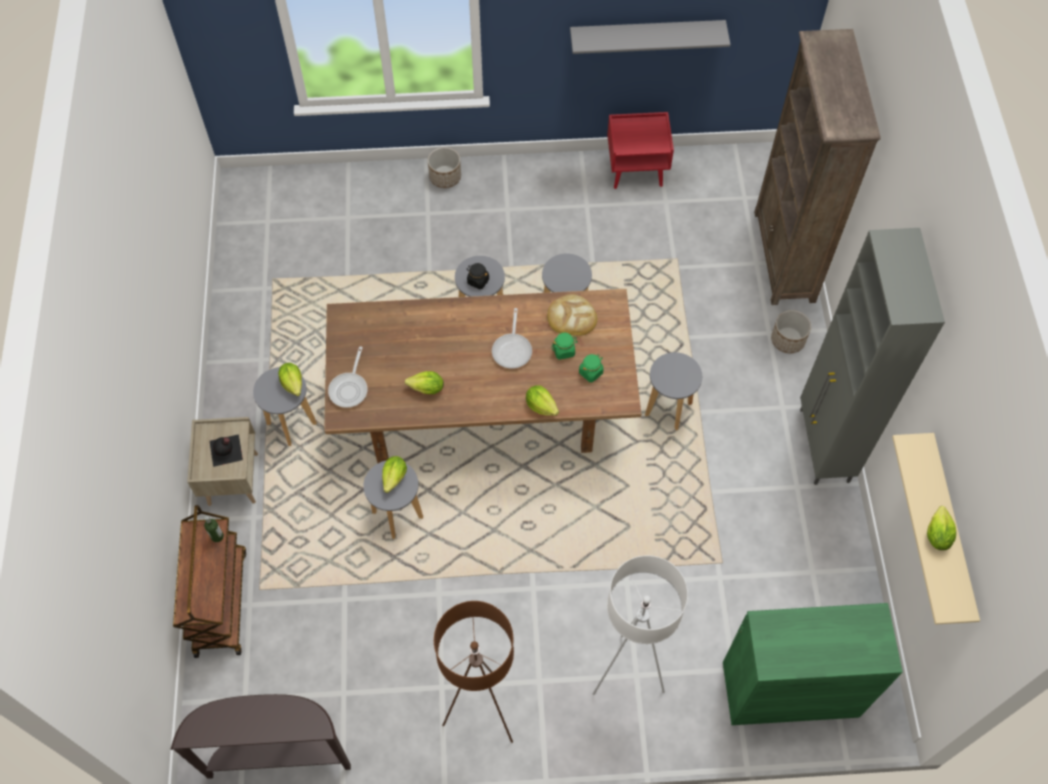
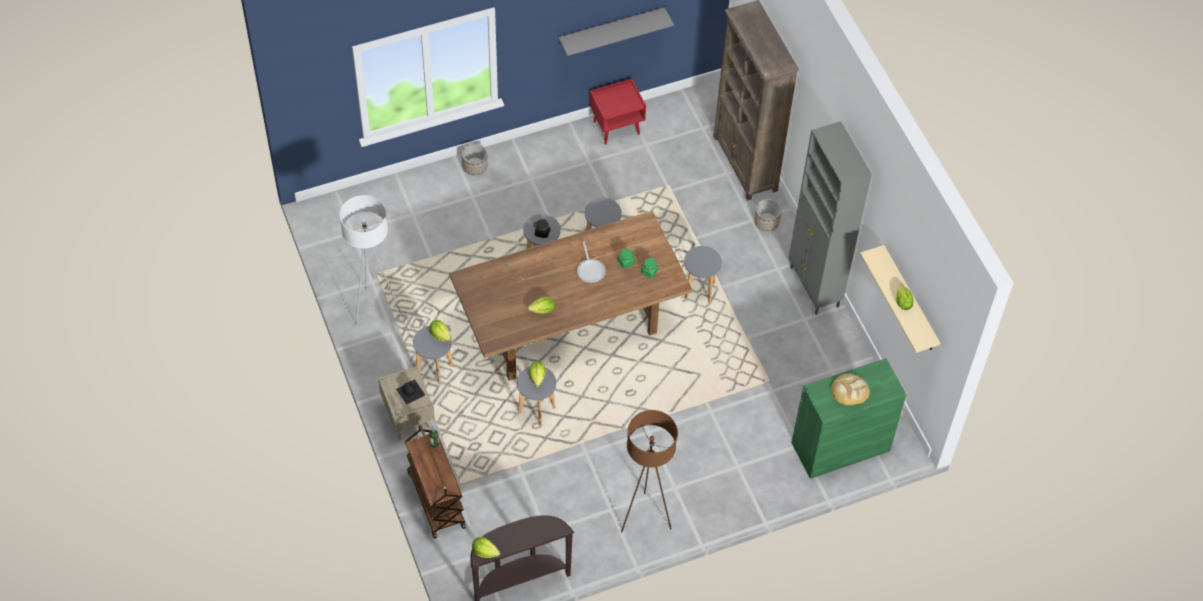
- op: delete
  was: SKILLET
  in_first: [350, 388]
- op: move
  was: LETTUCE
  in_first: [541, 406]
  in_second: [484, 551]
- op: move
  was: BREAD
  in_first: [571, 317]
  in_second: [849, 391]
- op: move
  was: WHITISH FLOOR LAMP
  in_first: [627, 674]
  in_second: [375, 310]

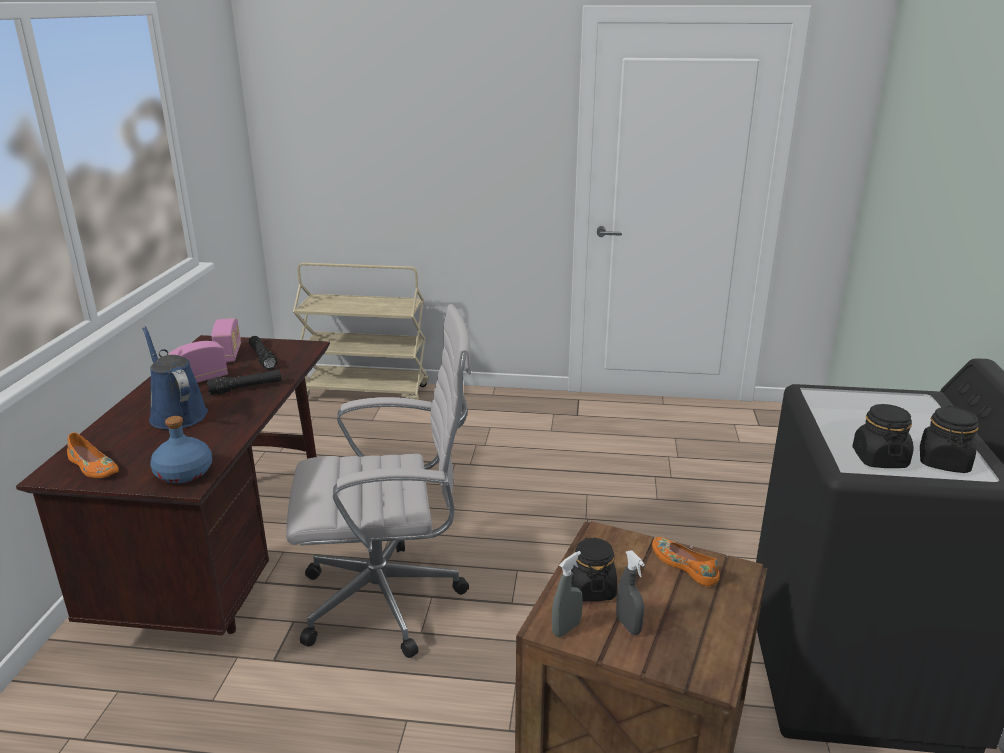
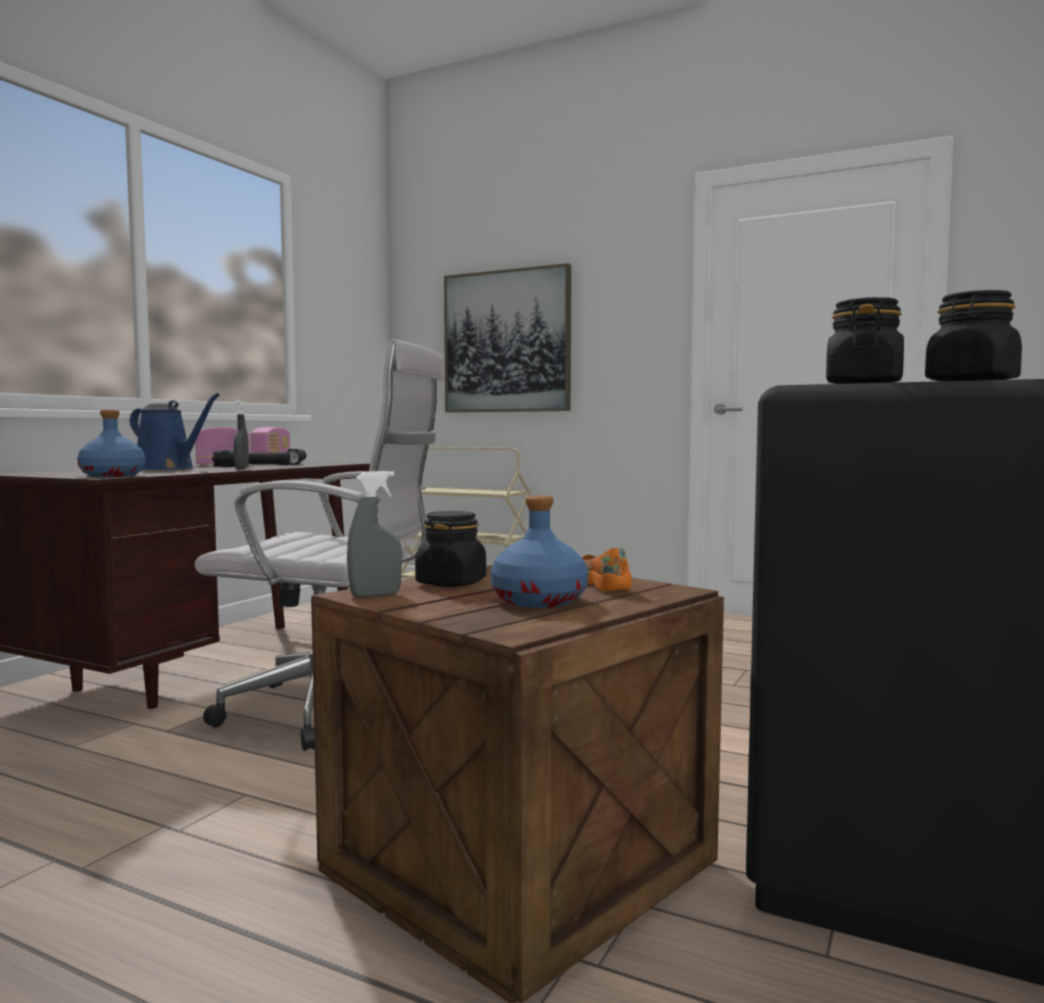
- op: delete
  was: ORANGE ITEM OF FOOTWEAR
  in_first: [93, 467]
- op: rotate
  was: BLUISH SPRINKLING CAN
  in_first: [176, 414]
  in_second: [168, 468]
  clockwise: 135
- op: move
  was: GREY SPRAY BOTTLE
  in_first: [628, 625]
  in_second: [241, 469]
- op: insert
  now: WALL ART
  in_second: [507, 341]
- op: insert
  now: BLUISH BEVERAGE BOTTLE
  in_second: [540, 601]

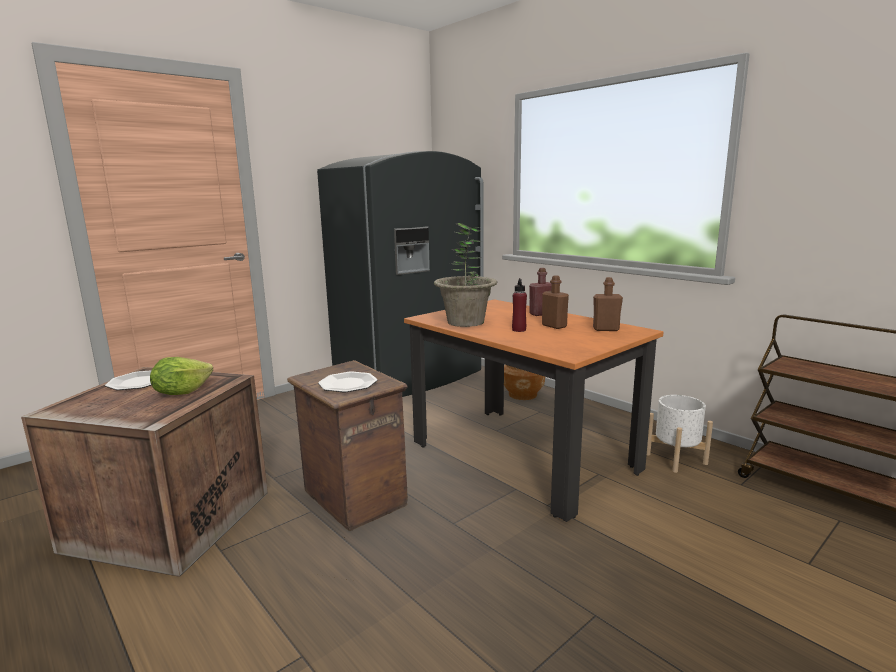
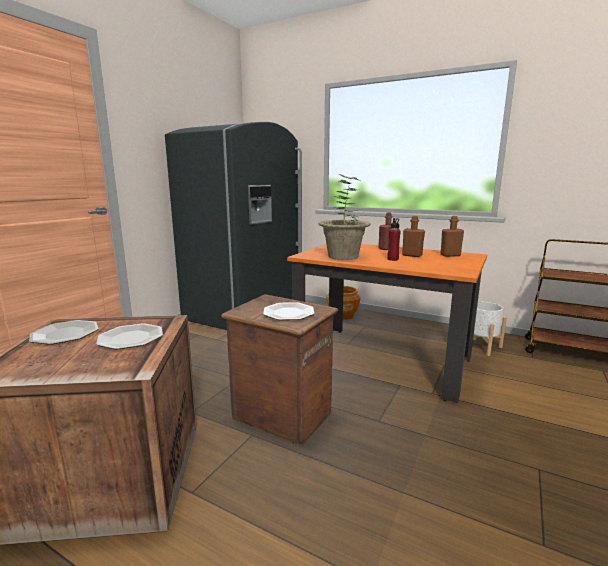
- op: replace
  was: LETTUCE
  now: DINNER PLATE
  in_first: [181, 392]
  in_second: [130, 338]

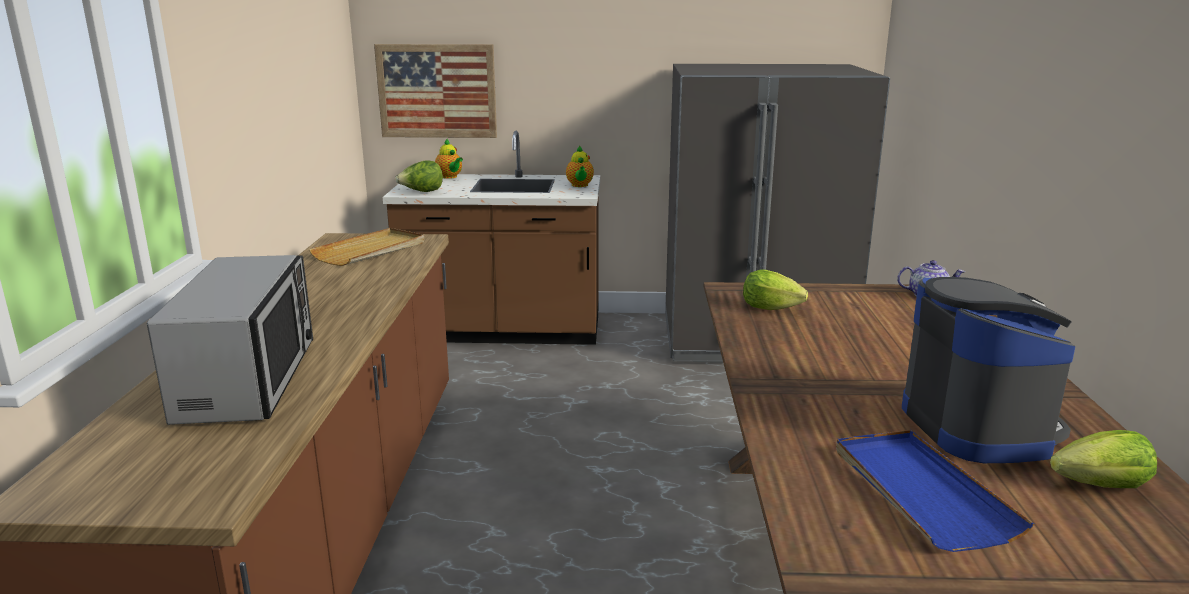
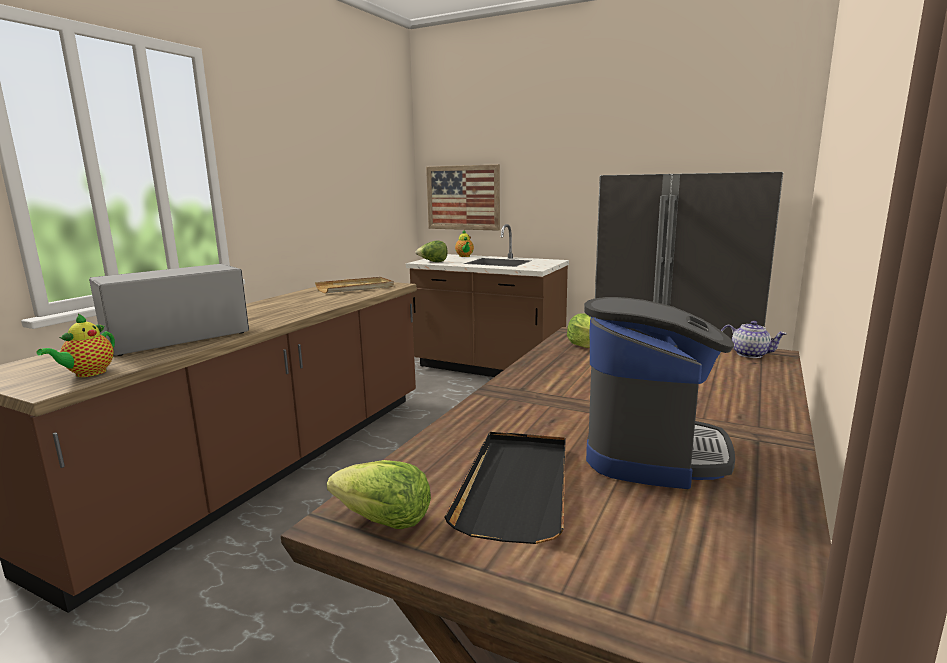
- op: rotate
  was: KITCHEN MICROWAVE
  in_first: [249, 379]
  in_second: [177, 338]
  clockwise: -150
- op: move
  was: POT FOR TEA
  in_first: [580, 185]
  in_second: [88, 374]
- op: recolor
  was: BLUISH TRAY
  now: BLACK TRAY
  in_first: [920, 492]
  in_second: [516, 486]
- op: move
  was: LETTUCE
  in_first: [1101, 486]
  in_second: [384, 521]

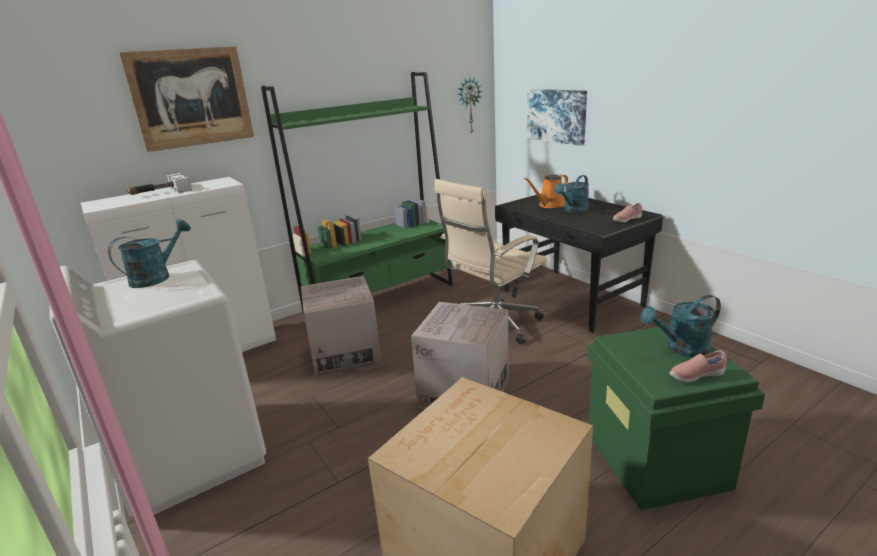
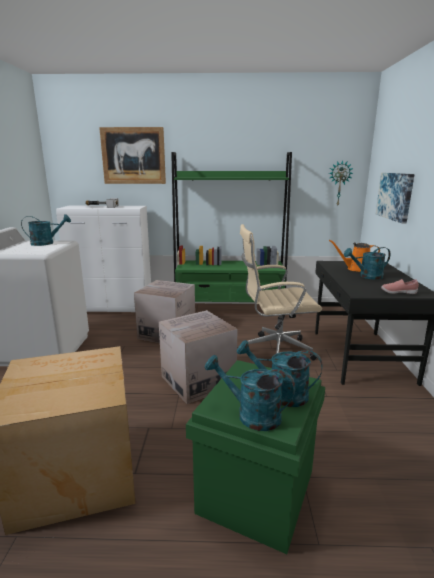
- op: replace
  was: PINK-COLOURED ITEM OF FOOTWEAR
  now: BLUE-GREEN SPRINKLING CAN
  in_first: [696, 376]
  in_second: [251, 415]

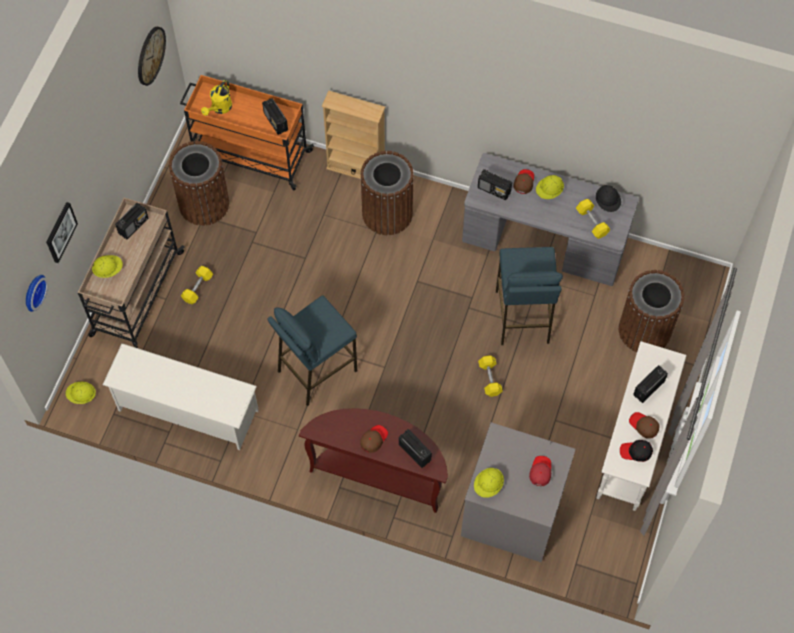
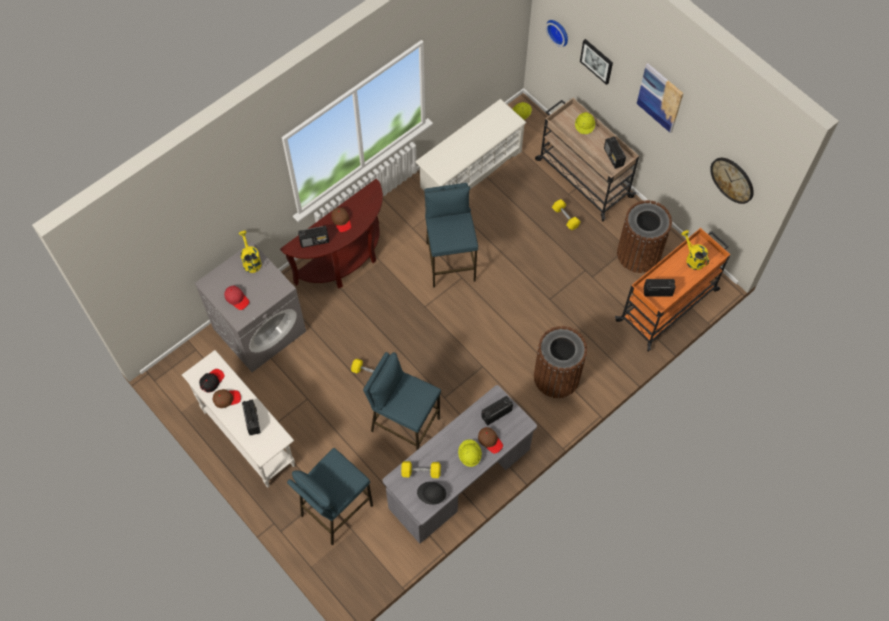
- op: delete
  was: SAND-COLOURED BOOKSHELF
  in_first: [356, 169]
- op: replace
  was: YELLOW-COLOURED SAFETY HELMET
  now: YELLOW-COLOURED SPRINKLING CAN
  in_first: [488, 485]
  in_second: [251, 260]
- op: replace
  was: BROWNISH RUBBISH BIN
  now: BLUISH SITTING STOOL
  in_first: [644, 330]
  in_second: [336, 510]
- op: insert
  now: WALL ART
  in_second: [660, 97]

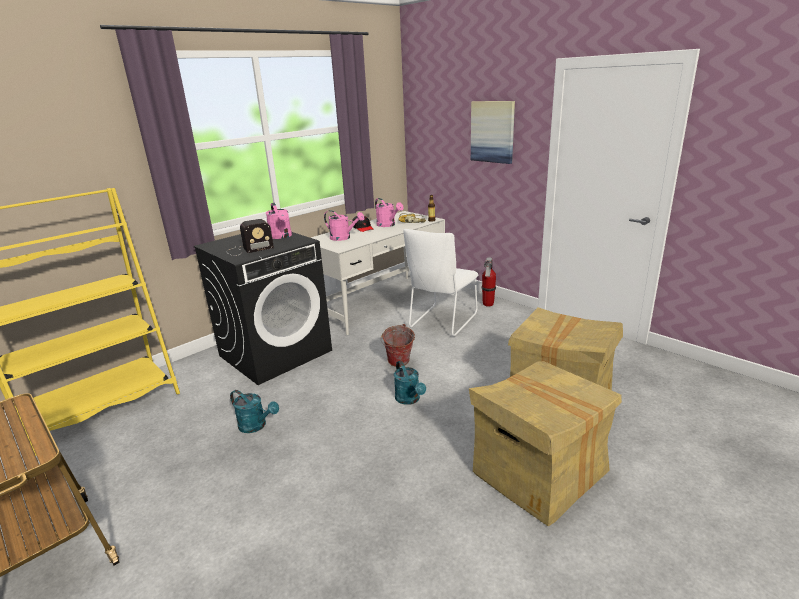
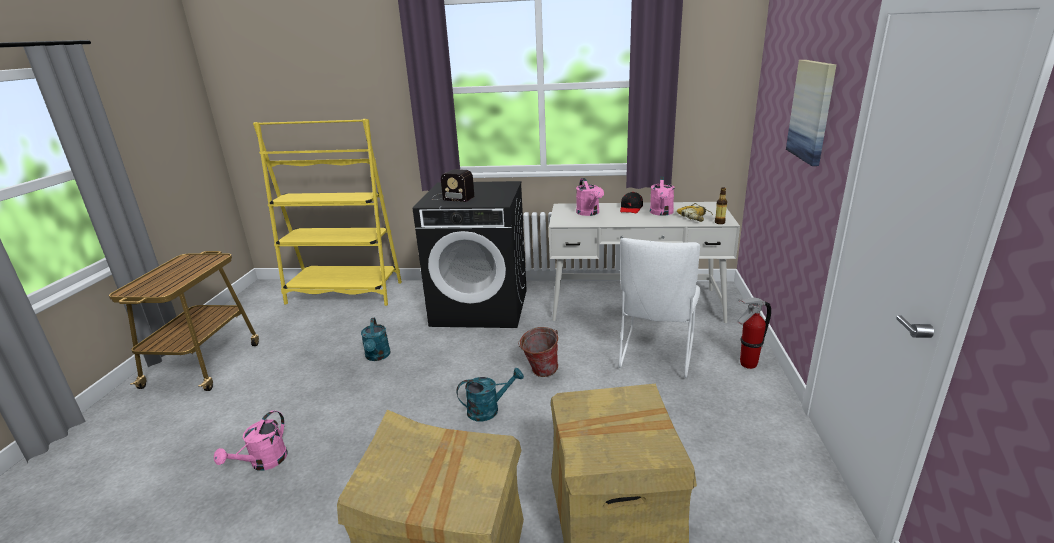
- op: move
  was: PINK-COLOURED SPRINKLING CAN
  in_first: [281, 236]
  in_second: [264, 463]
- op: rotate
  was: BLUE-GREEN SPRINKLING CAN
  in_first: [409, 399]
  in_second: [489, 410]
  clockwise: -135
- op: rotate
  was: WHITISH UPRIGHT CHAIR
  in_first: [442, 322]
  in_second: [656, 355]
  clockwise: -60

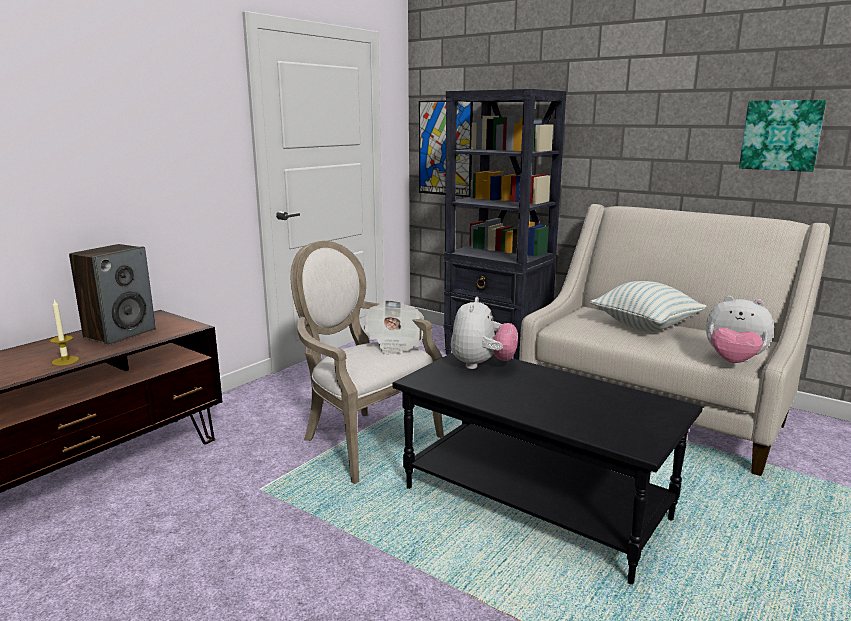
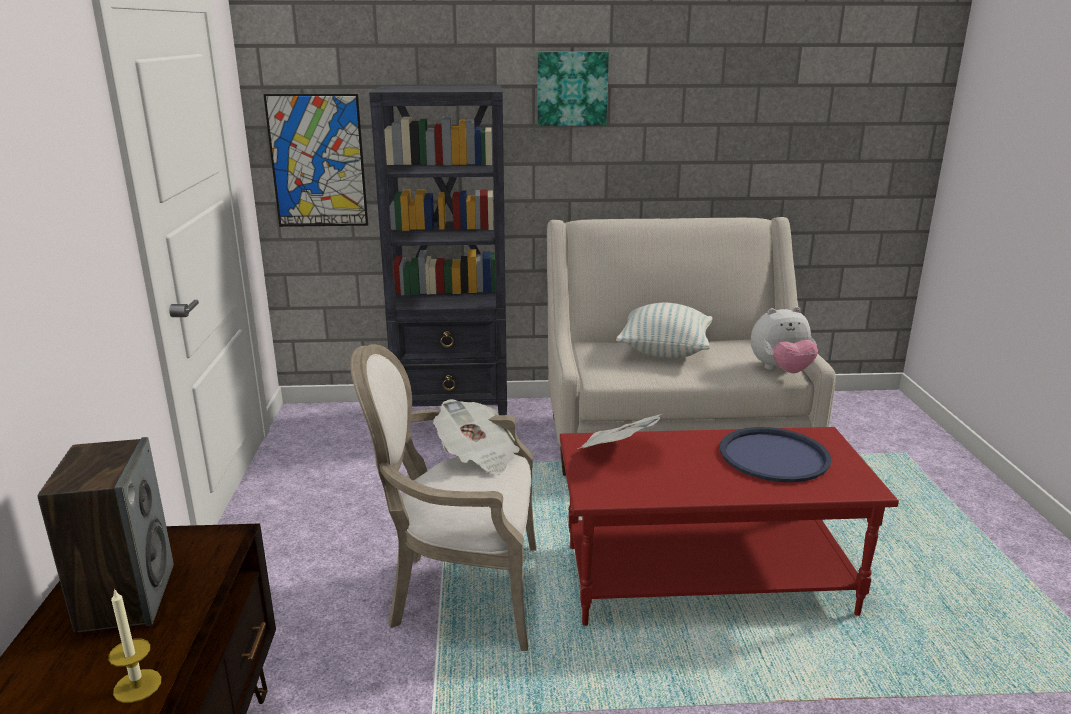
- op: recolor
  was: BLACK COFFEE TABLE
  now: REDDISH COFFEE TABLE
  in_first: [536, 502]
  in_second: [706, 578]
- op: replace
  was: CUDDLY TOY
  now: DAILY PAPER
  in_first: [482, 365]
  in_second: [618, 451]
- op: move
  was: WALL ART
  in_first: [781, 135]
  in_second: [572, 88]
- op: insert
  now: BLUISH TRAY
  in_second: [773, 456]

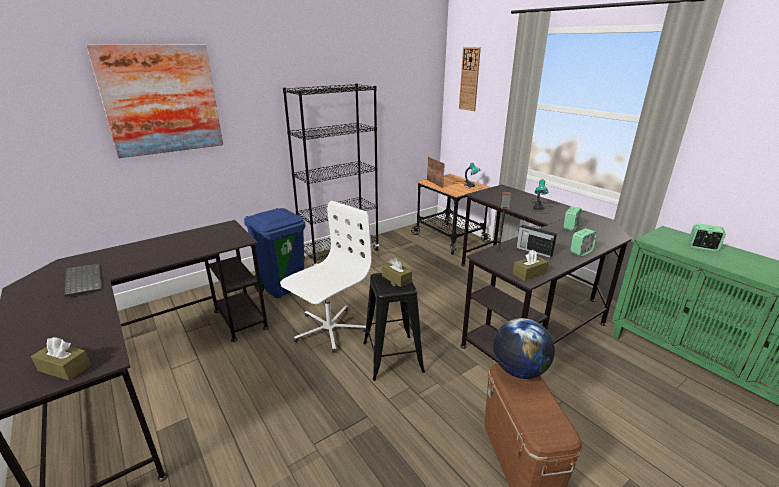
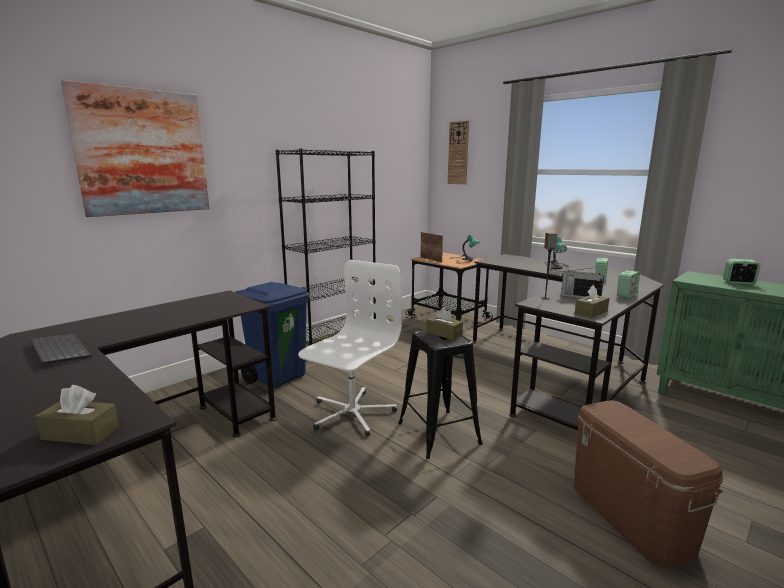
- op: delete
  was: DESK GLOBE
  in_first: [518, 370]

